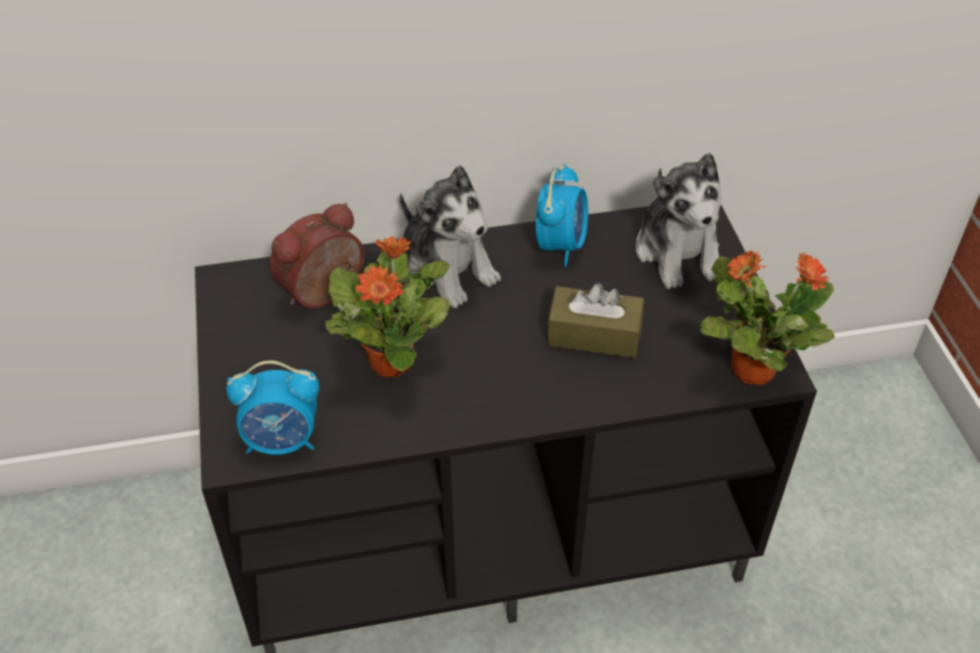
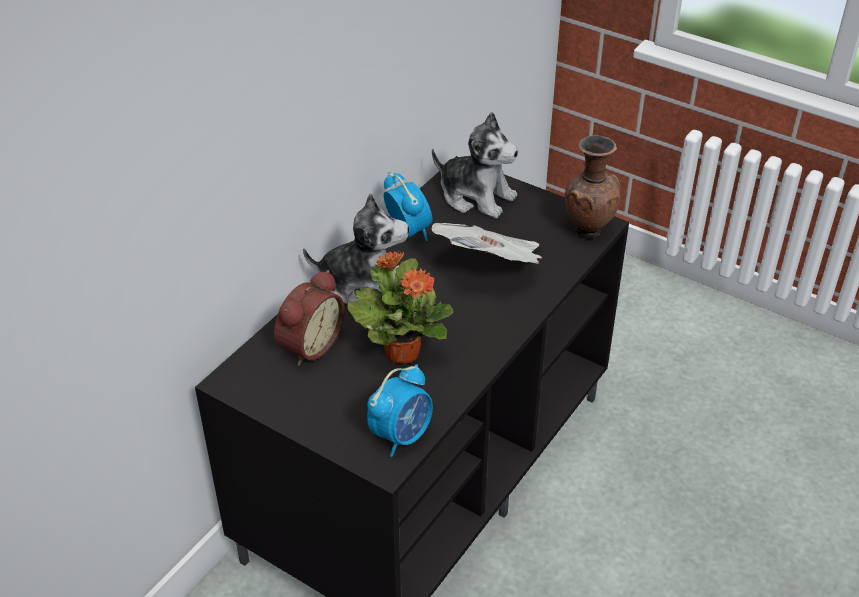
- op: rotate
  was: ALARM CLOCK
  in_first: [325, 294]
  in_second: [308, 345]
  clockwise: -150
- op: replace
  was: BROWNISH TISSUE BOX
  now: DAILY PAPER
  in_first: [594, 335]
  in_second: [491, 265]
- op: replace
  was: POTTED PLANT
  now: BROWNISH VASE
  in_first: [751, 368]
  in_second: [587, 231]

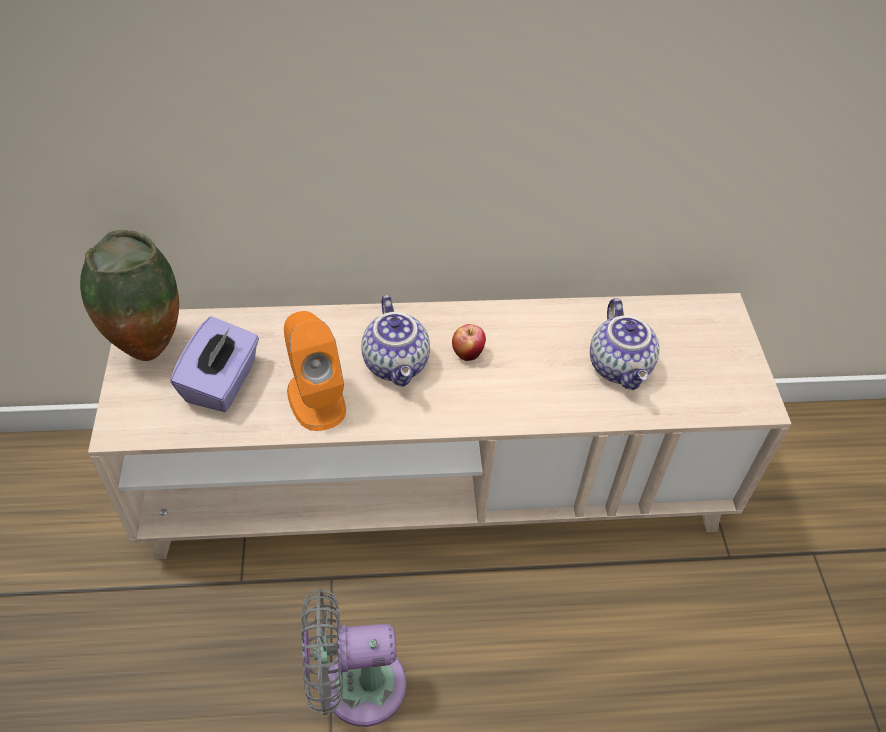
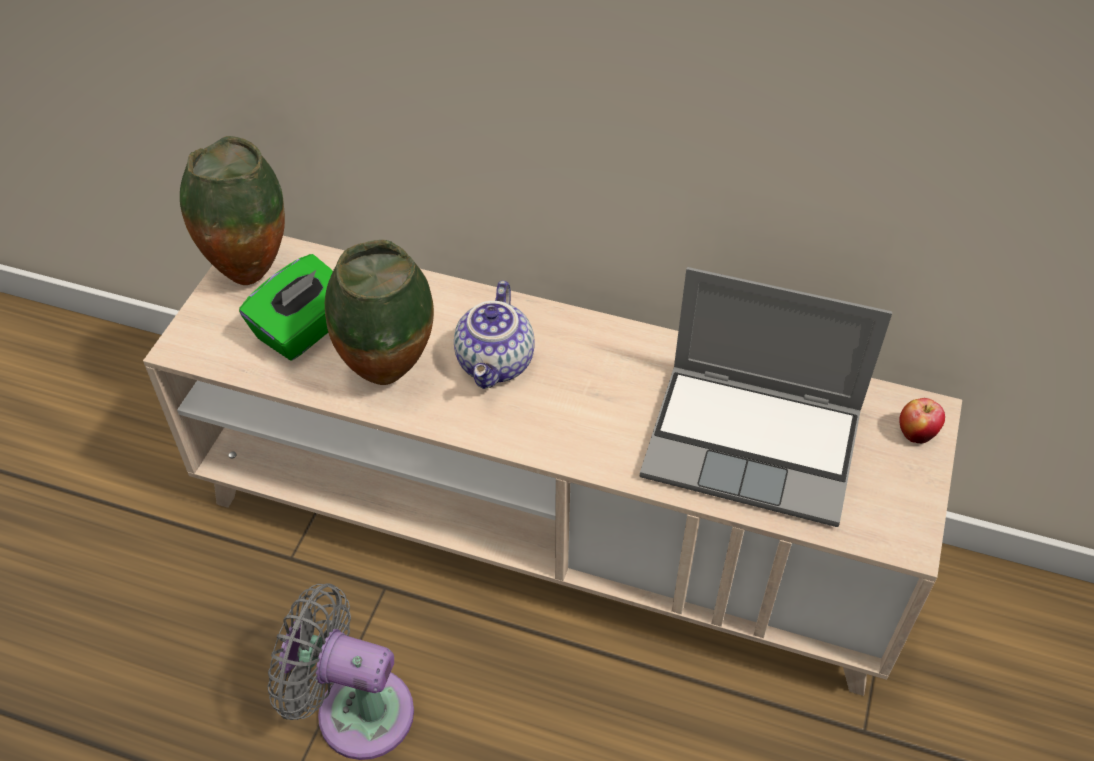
- op: recolor
  was: PURPLE TISSUE BOX
  now: GREEN TISSUE BOX
  in_first: [222, 383]
  in_second: [304, 329]
- op: replace
  was: ORANGE LOUDSPEAKER
  now: VASE
  in_first: [316, 399]
  in_second: [390, 375]
- op: move
  was: APPLE
  in_first: [467, 353]
  in_second: [916, 434]
- op: replace
  was: POT FOR TEA
  now: NOTEBOOK COMPUTER
  in_first: [621, 367]
  in_second: [755, 444]

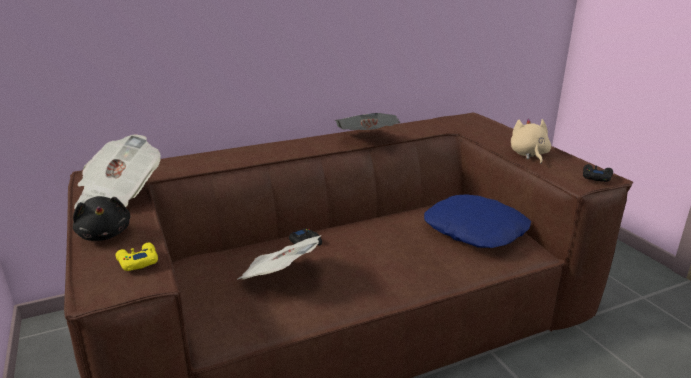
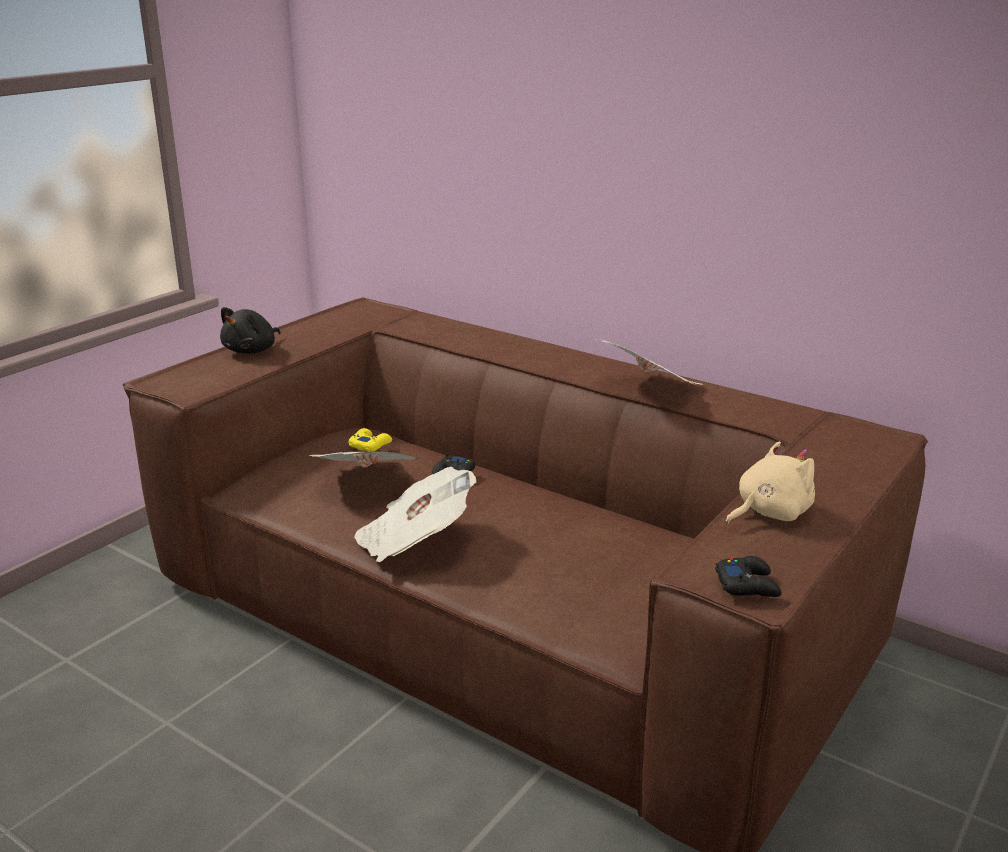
- op: move
  was: DAILY PAPER
  in_first: [118, 195]
  in_second: [414, 541]
- op: move
  was: YELLOW-COLOURED GAME CONTROLLER
  in_first: [137, 261]
  in_second: [370, 445]
- op: delete
  was: BLUISH CUSHION
  in_first: [475, 230]

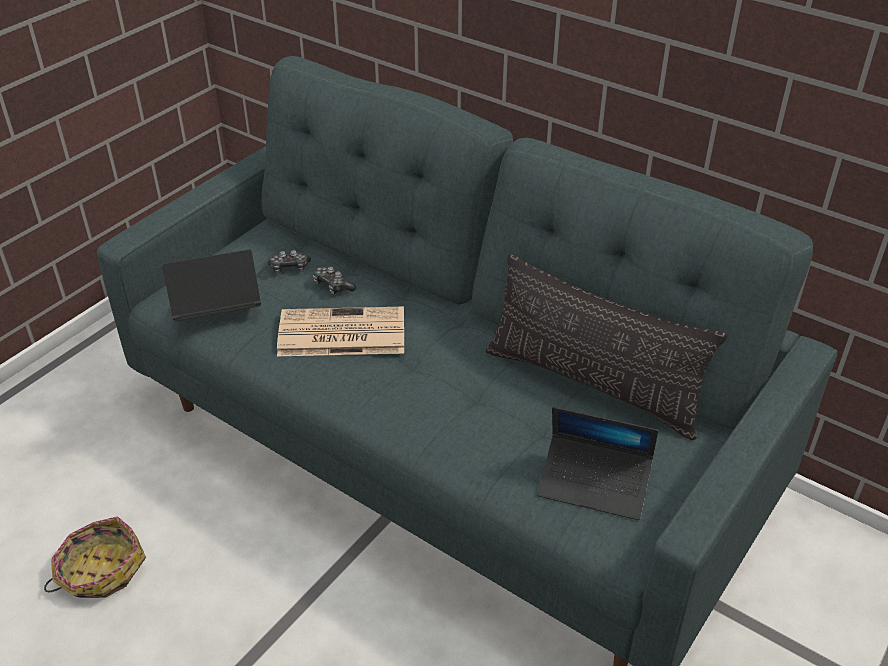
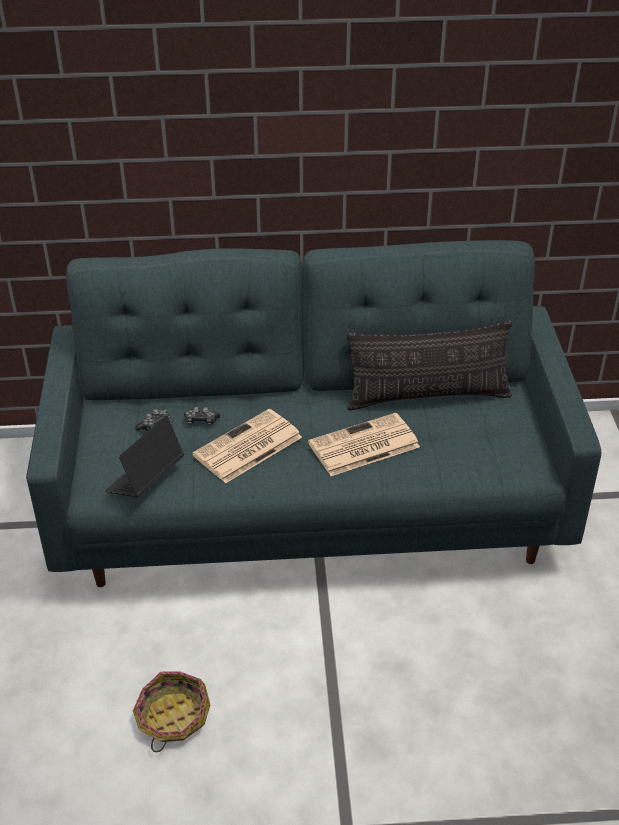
- op: delete
  was: NOTEBOOK COMPUTER
  in_first: [594, 484]
- op: insert
  now: DAILY PAPER
  in_second: [362, 446]

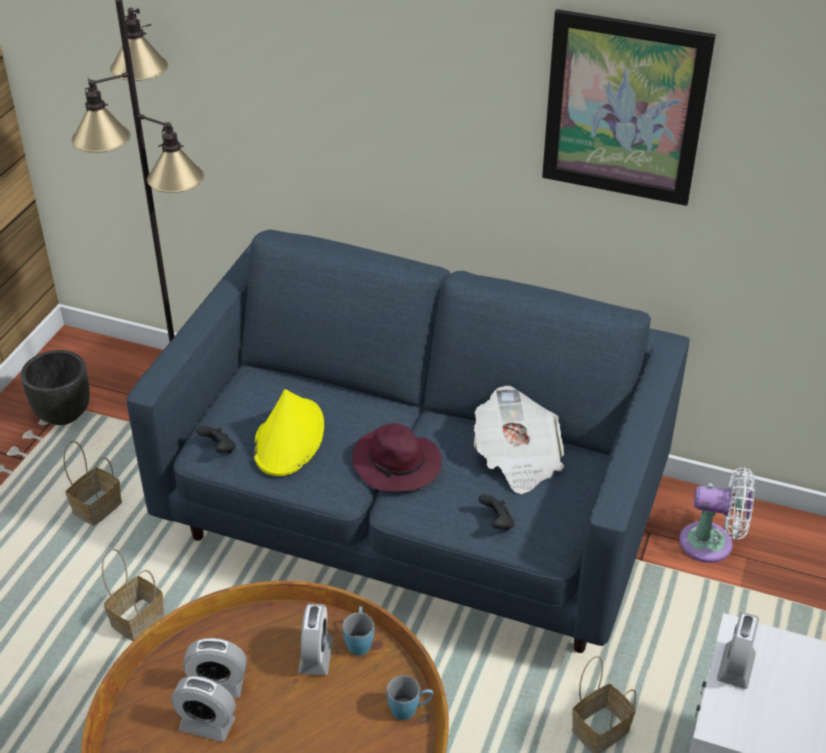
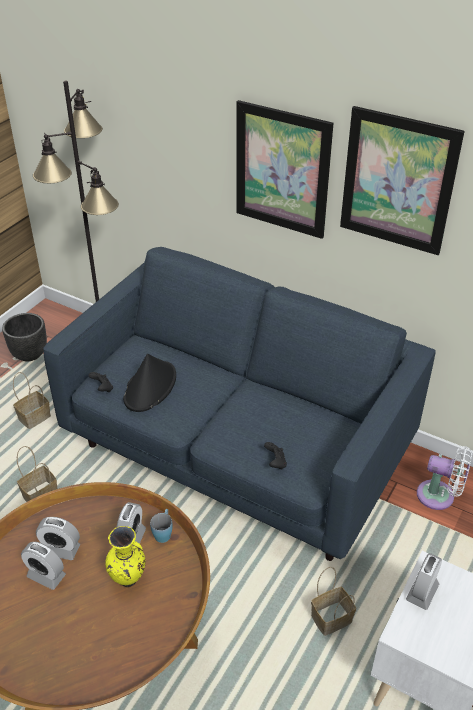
- op: recolor
  was: YELLOW-COLOURED HAT
  now: BLACK HAT
  in_first: [289, 438]
  in_second: [150, 387]
- op: delete
  was: PURPLE HAT
  in_first: [398, 465]
- op: delete
  was: BLUISH MUG
  in_first: [410, 709]
- op: delete
  was: DAILY PAPER
  in_first: [517, 459]
- op: insert
  now: YELLOW-COLOURED VASE
  in_second: [129, 581]
- op: insert
  now: WALL ART
  in_second: [282, 170]

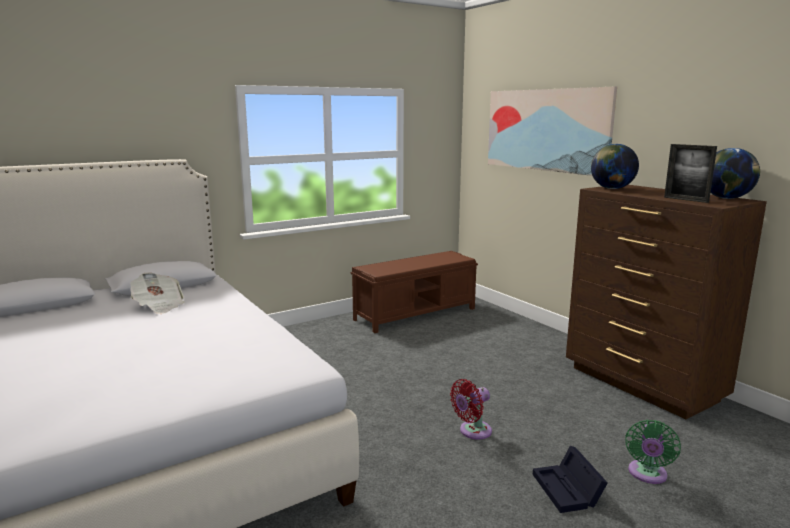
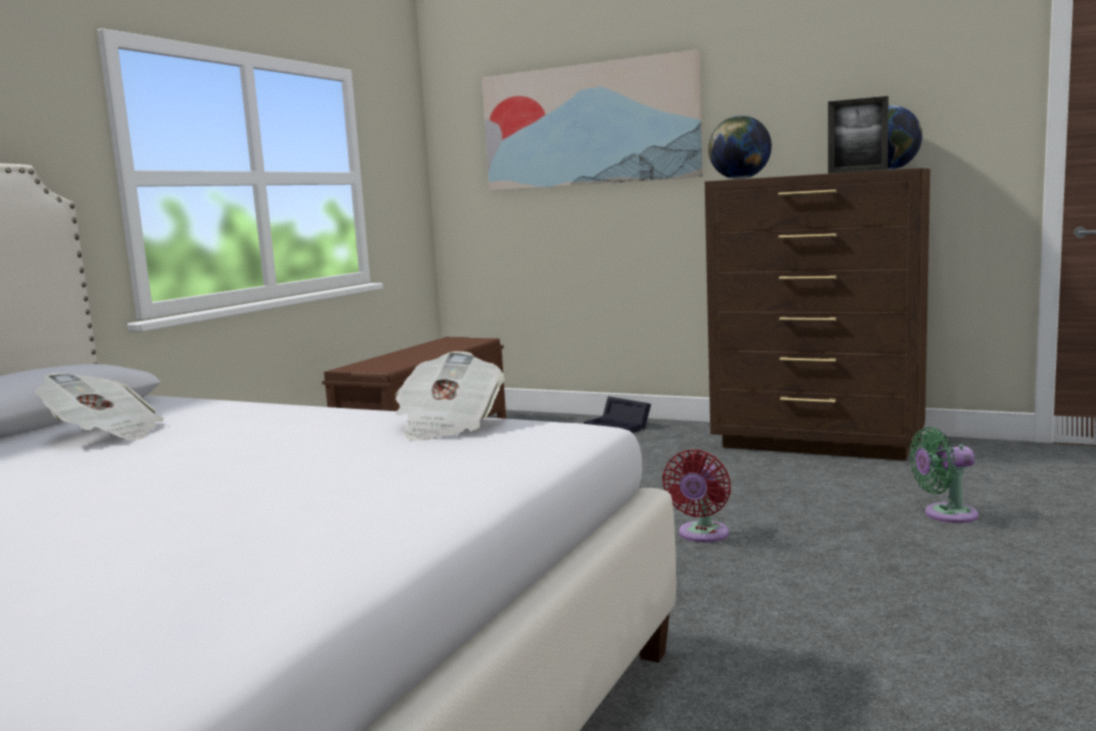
- op: move
  was: BLACK STORAGE CONTAINER
  in_first: [568, 490]
  in_second: [619, 427]
- op: rotate
  was: GREEN COOLING FAN
  in_first: [647, 475]
  in_second: [945, 515]
  clockwise: 90
- op: insert
  now: DAILY PAPER
  in_second: [448, 426]

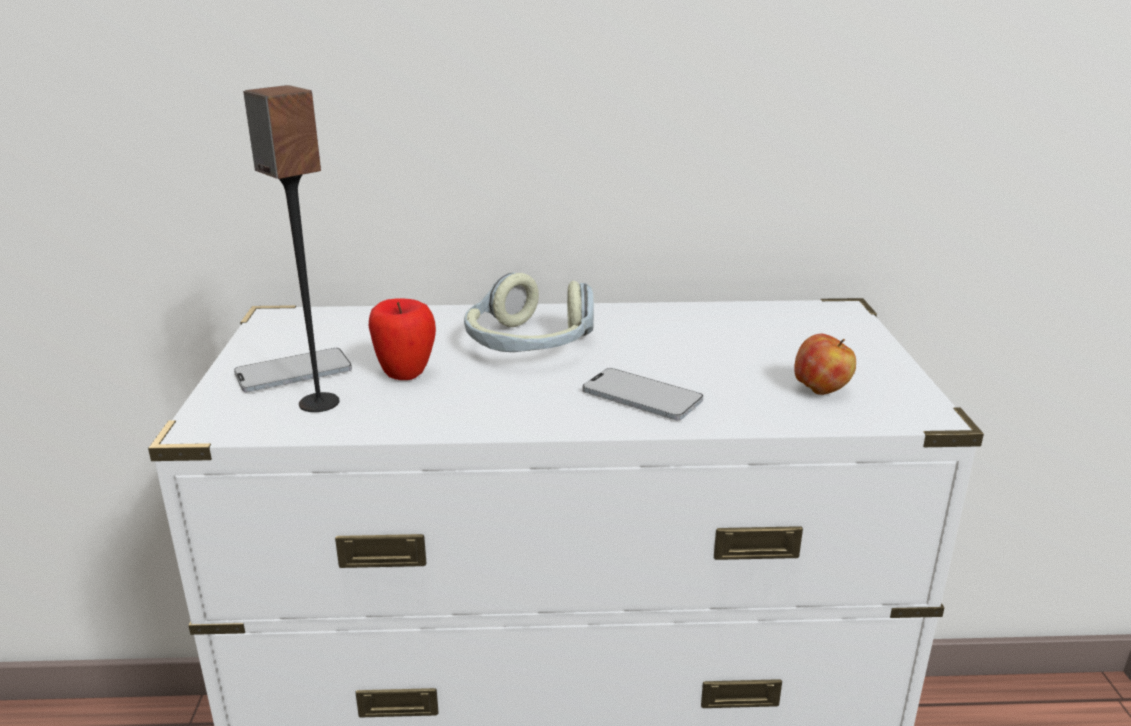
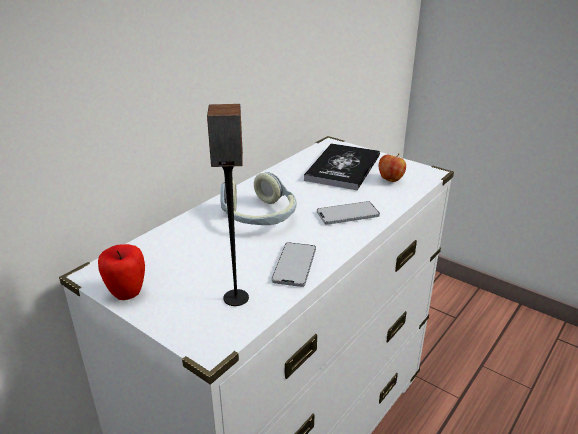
- op: move
  was: HANDSET
  in_first: [293, 372]
  in_second: [294, 265]
- op: move
  was: APPLE
  in_first: [405, 374]
  in_second: [127, 293]
- op: insert
  now: VOLUME
  in_second: [343, 168]

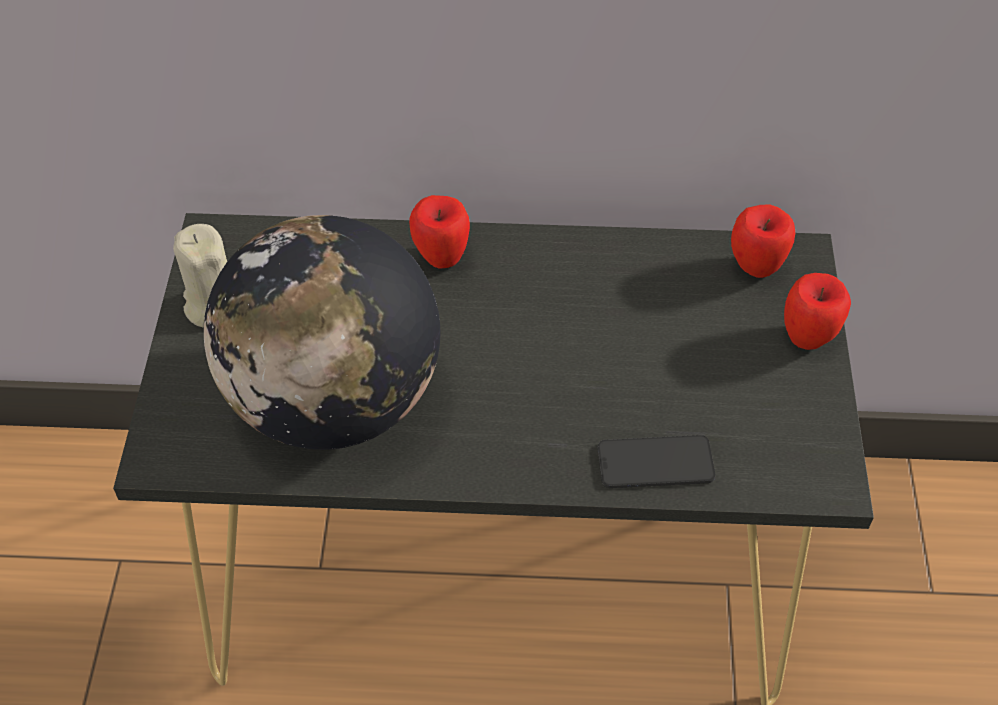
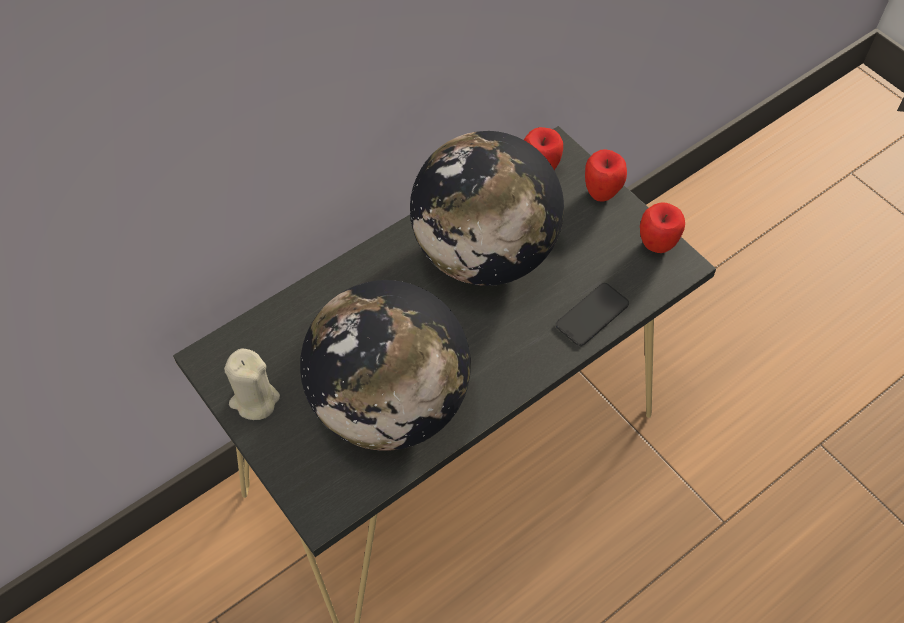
- op: move
  was: APPLE
  in_first: [441, 259]
  in_second: [656, 246]
- op: insert
  now: DESK GLOBE
  in_second: [484, 254]

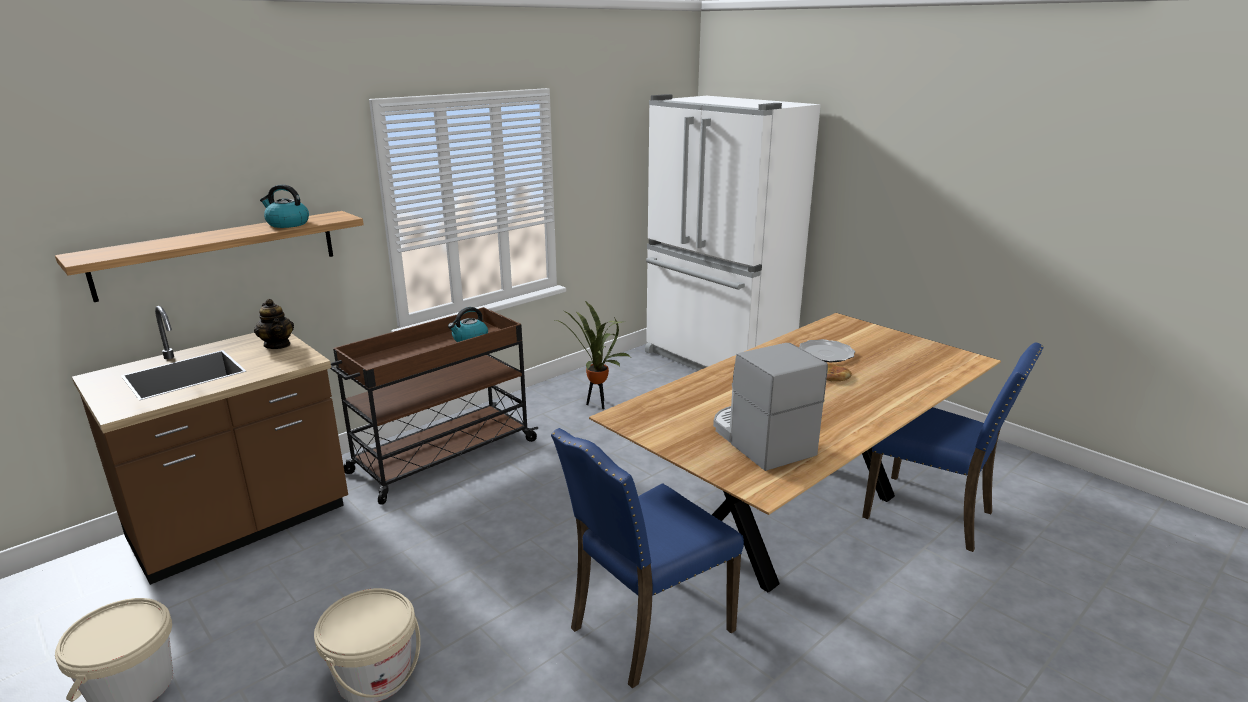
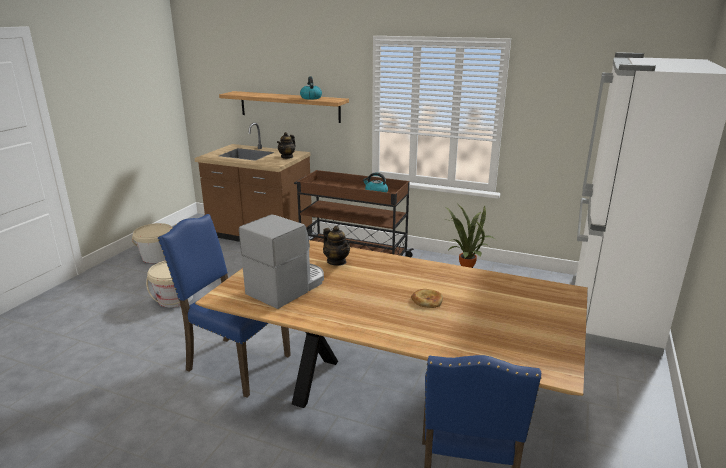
- op: delete
  was: DINNER PLATE
  in_first: [826, 353]
- op: insert
  now: POT FOR TEA
  in_second: [336, 262]

